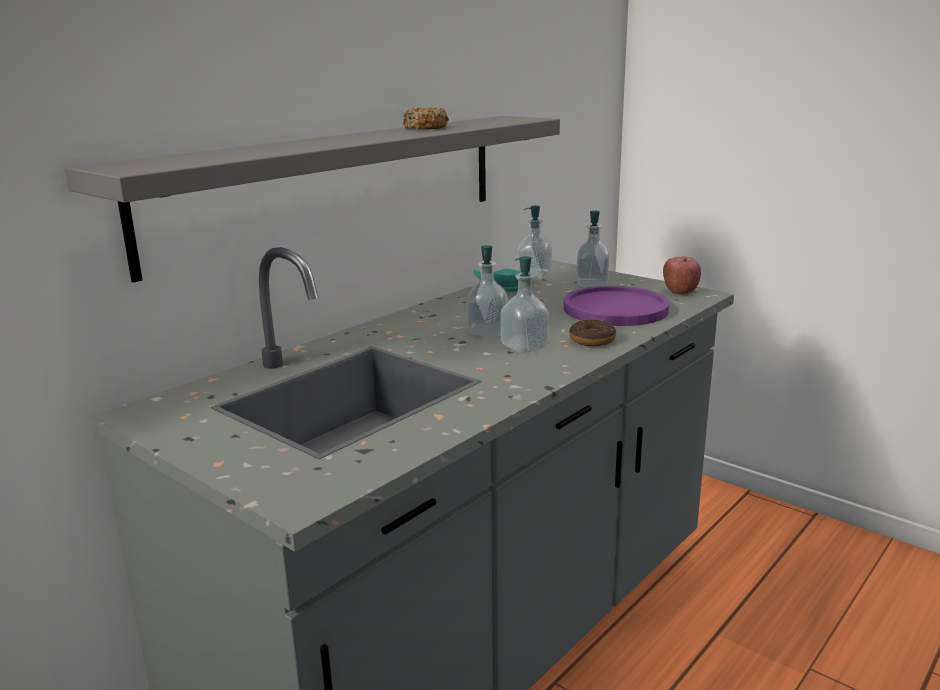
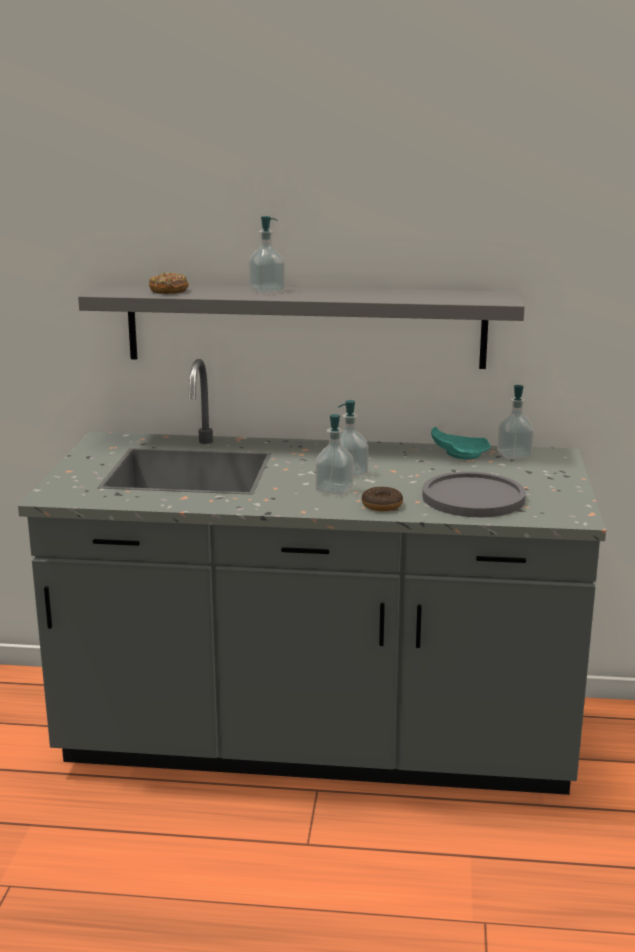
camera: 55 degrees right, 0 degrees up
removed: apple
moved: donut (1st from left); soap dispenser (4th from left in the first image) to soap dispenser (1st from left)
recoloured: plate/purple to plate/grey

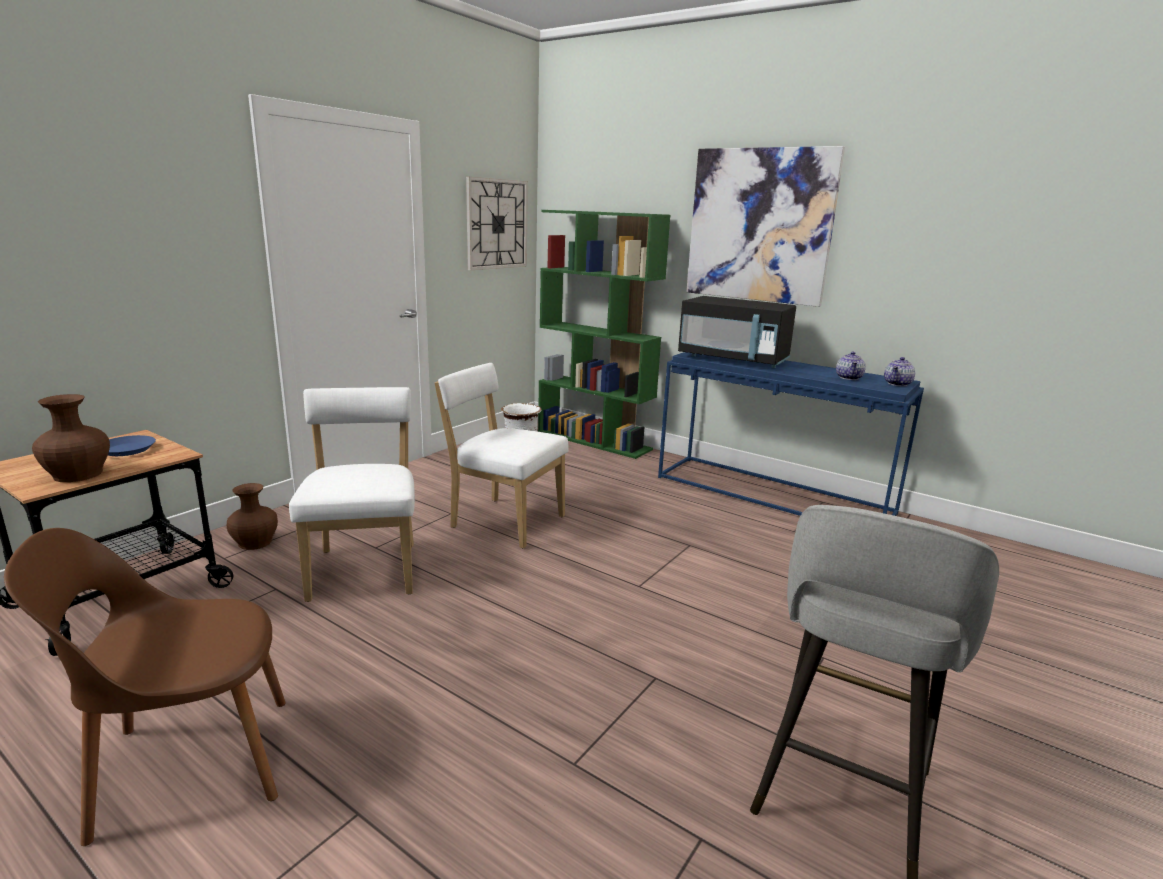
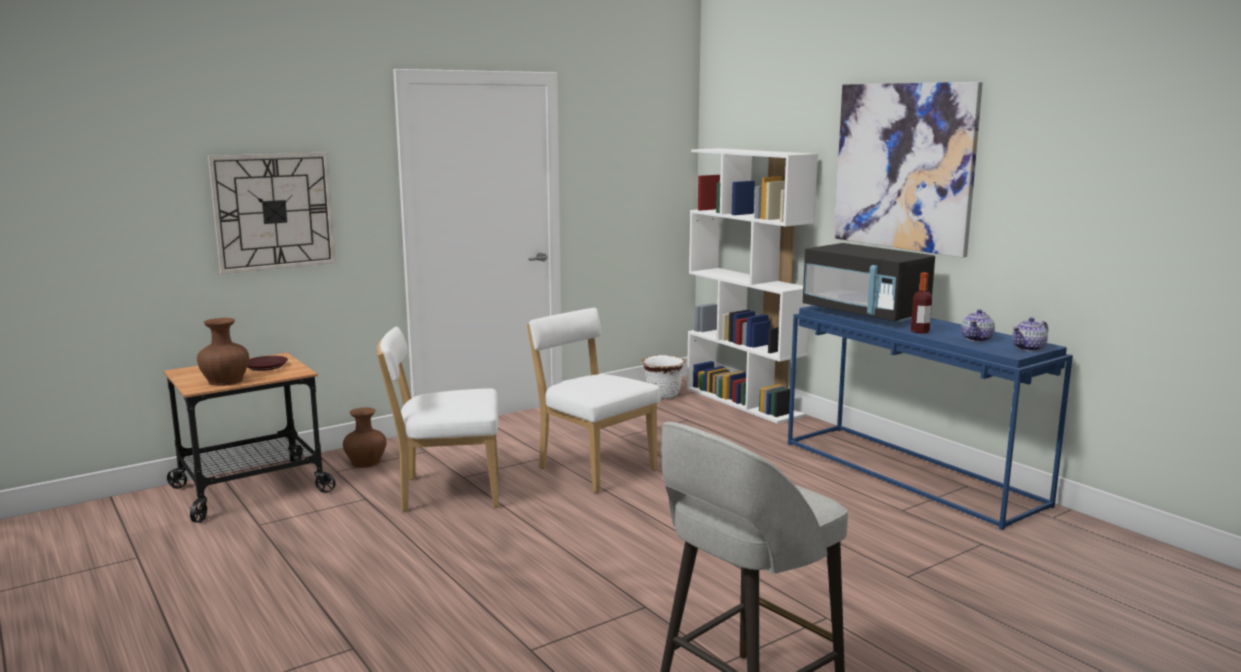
camera: 20 degrees right, 5 degrees down
removed: chair/brown
added: bottle
moved: wall clock
recoloured: plate/blue to plate/brown; bookcase/green to bookcase/white
turned: chair/white (1st from left) 105 degrees counterclockwise

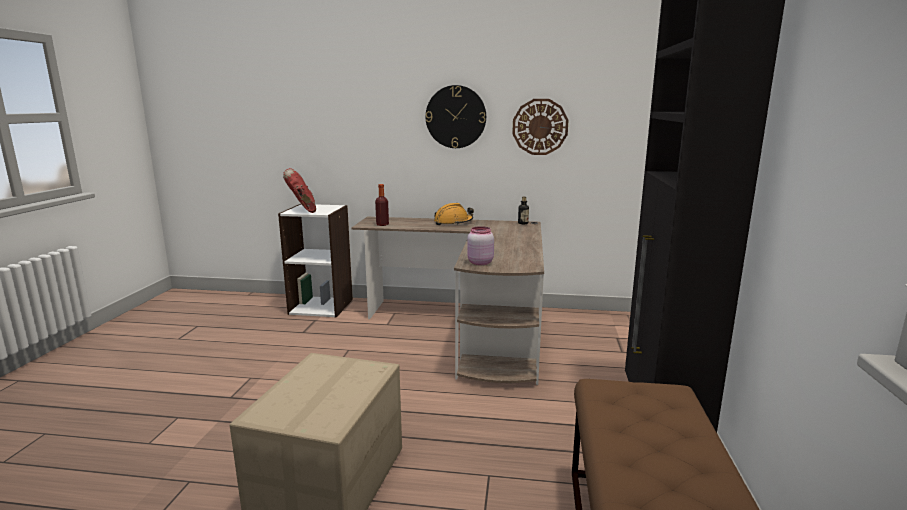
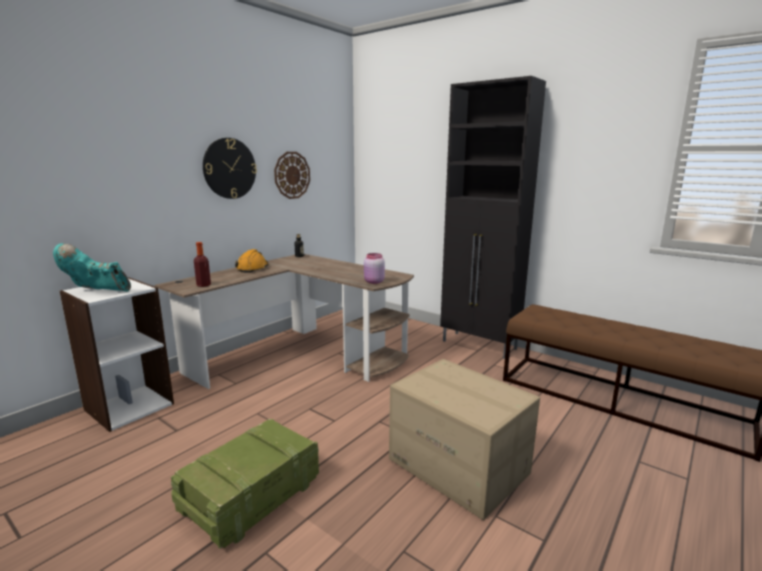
camera: 60 degrees left, 0 degrees up
added: crate
recoloured: boot/red to boot/turquoise

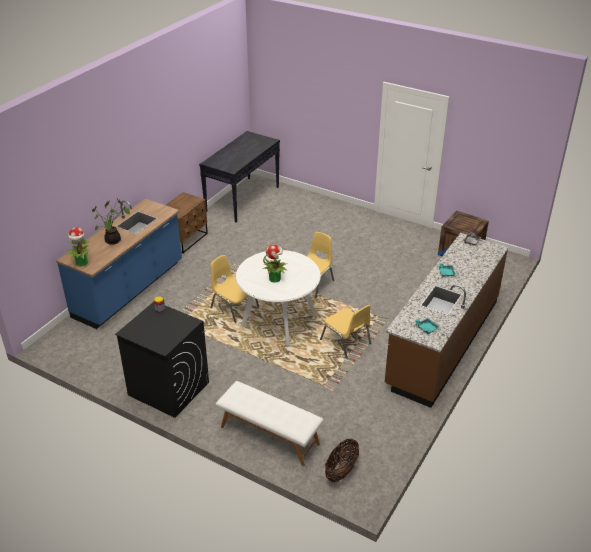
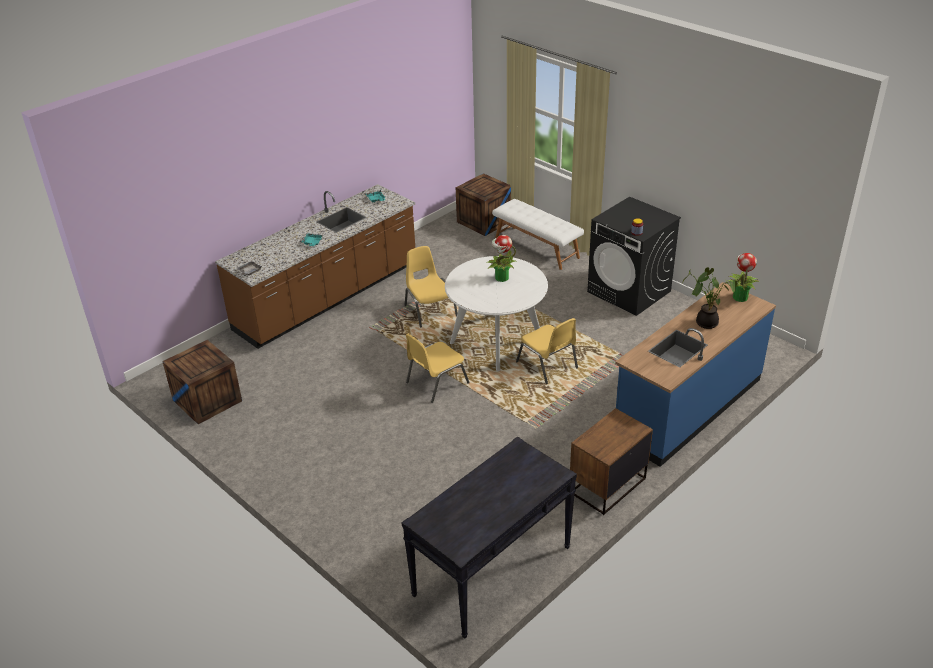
camera: 165 degrees left, 0 degrees up
replaced: basket to crate (2nd from left)

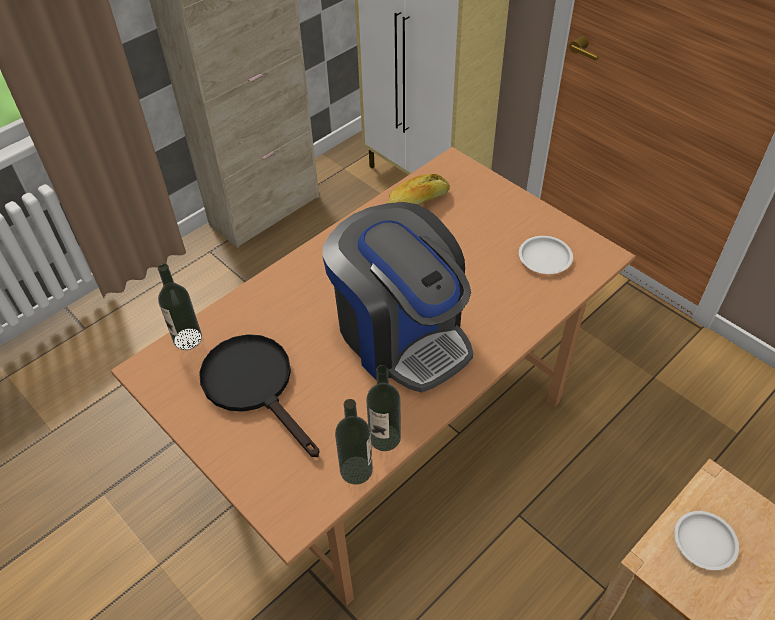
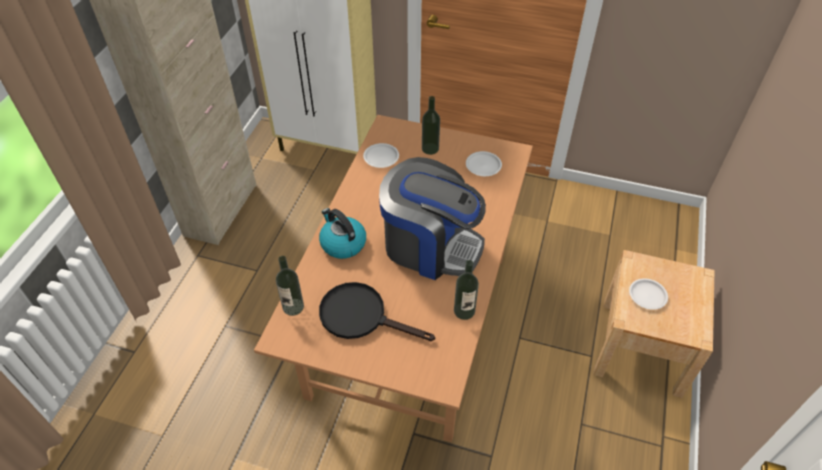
camera: 30 degrees left, 0 degrees up
added: kettle
moved: bottle (2nd from left)
replaced: bread to plate/white (1st from left)

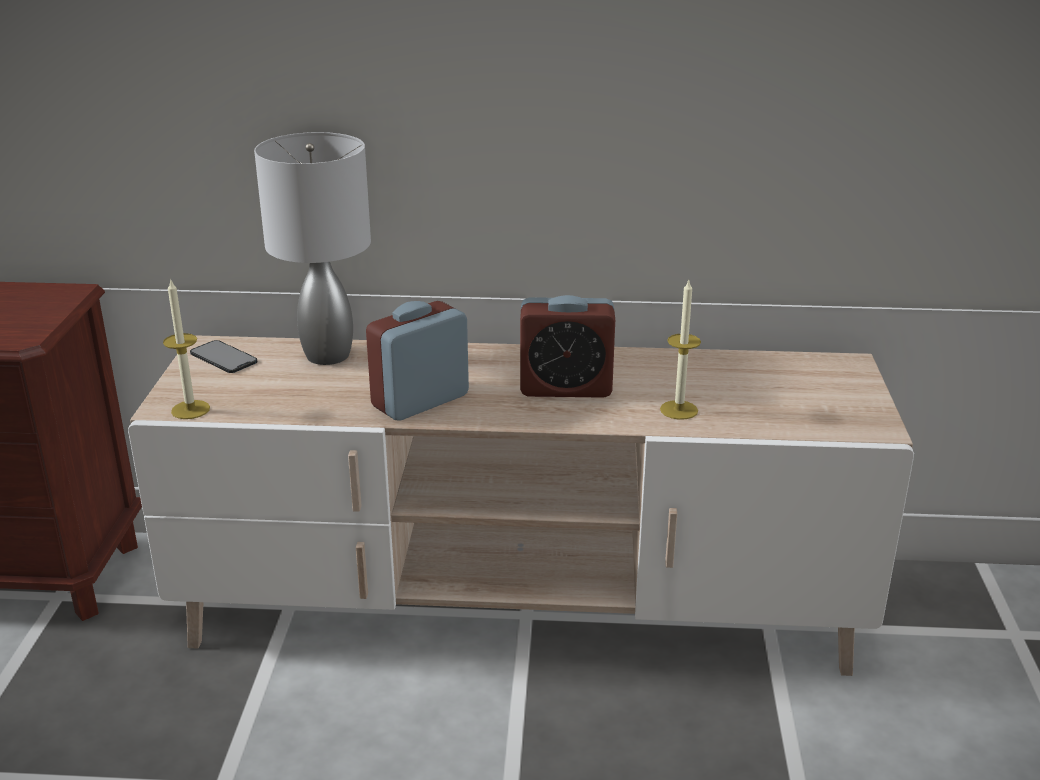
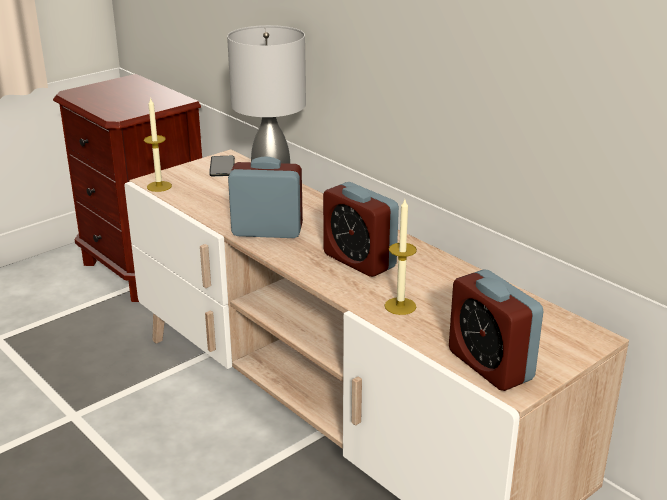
camera: 45 degrees right, 0 degrees up
added: alarm clock (3rd from left)

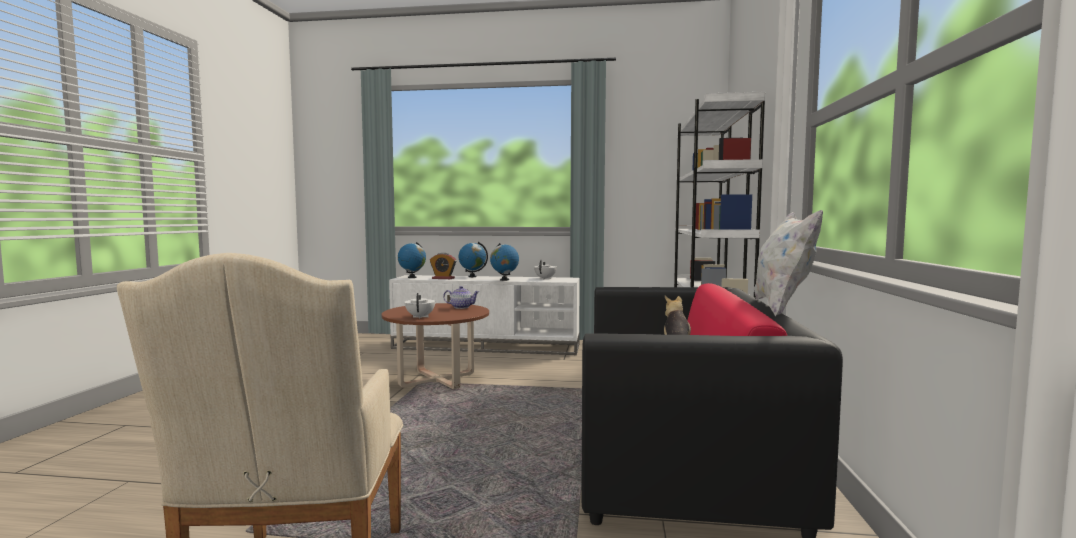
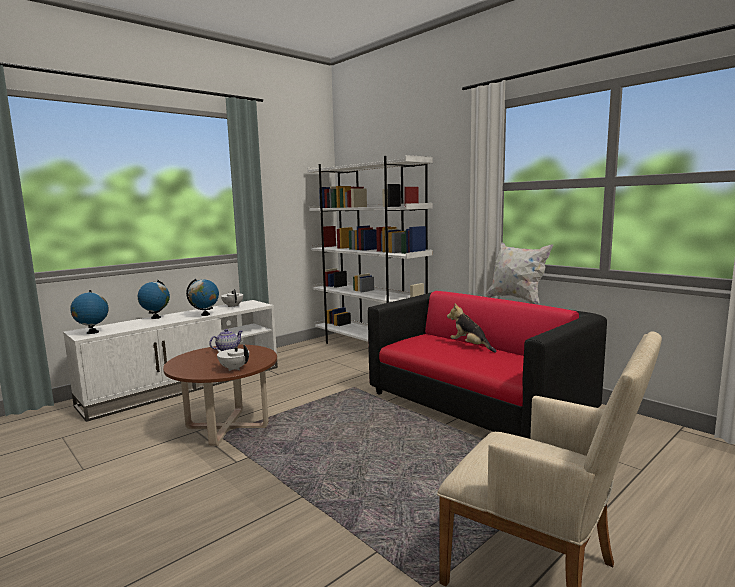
camera: 50 degrees left, 5 degrees up
removed: alarm clock

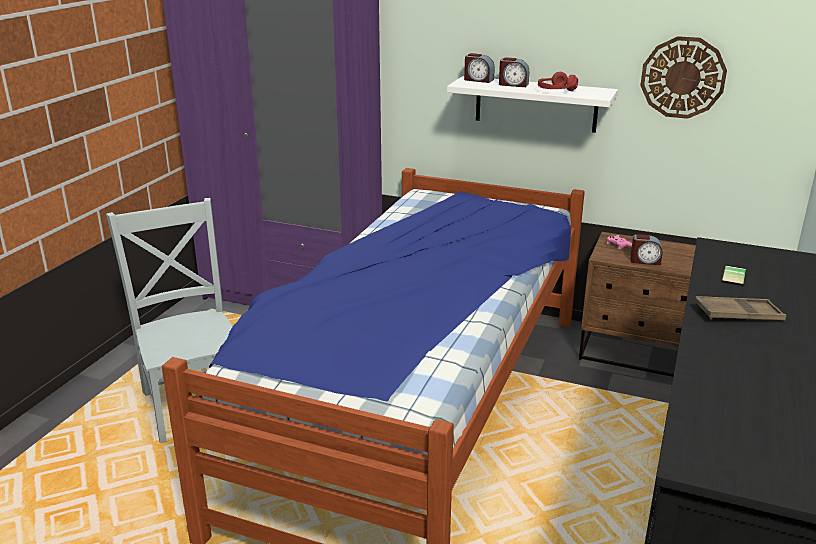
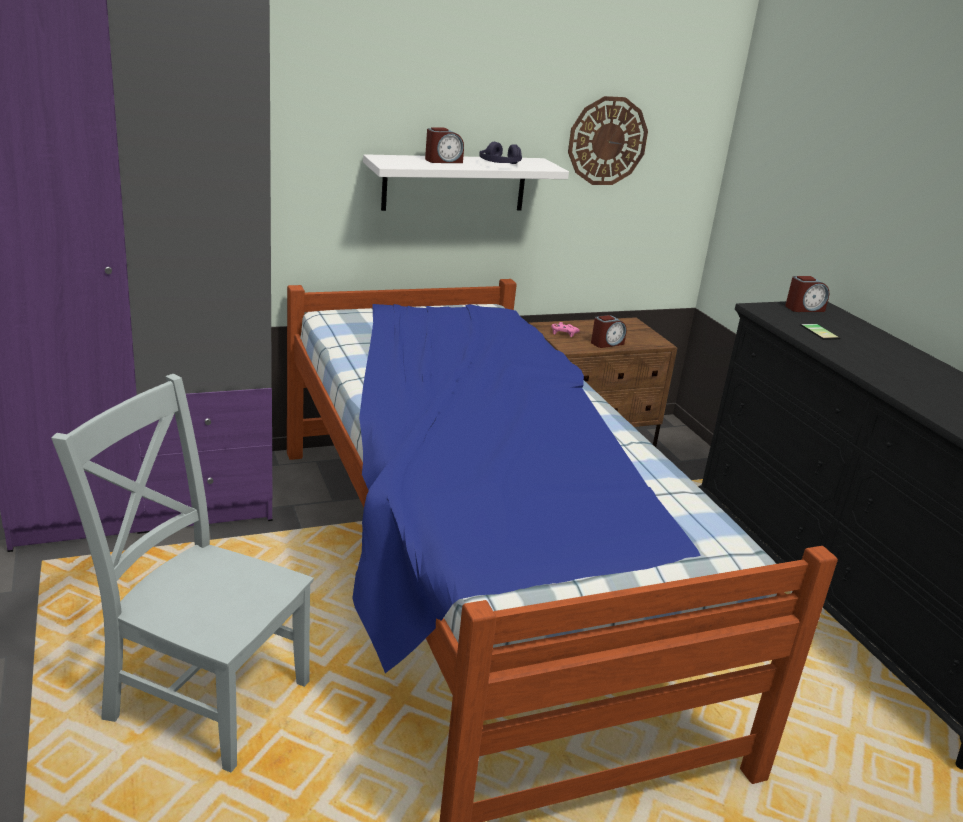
camera: 45 degrees left, 0 degrees up
removed: tray/brown
moved: alarm clock (1st from left in the first image) to alarm clock (3rd from left)
recoloured: headphones/red to headphones/purple

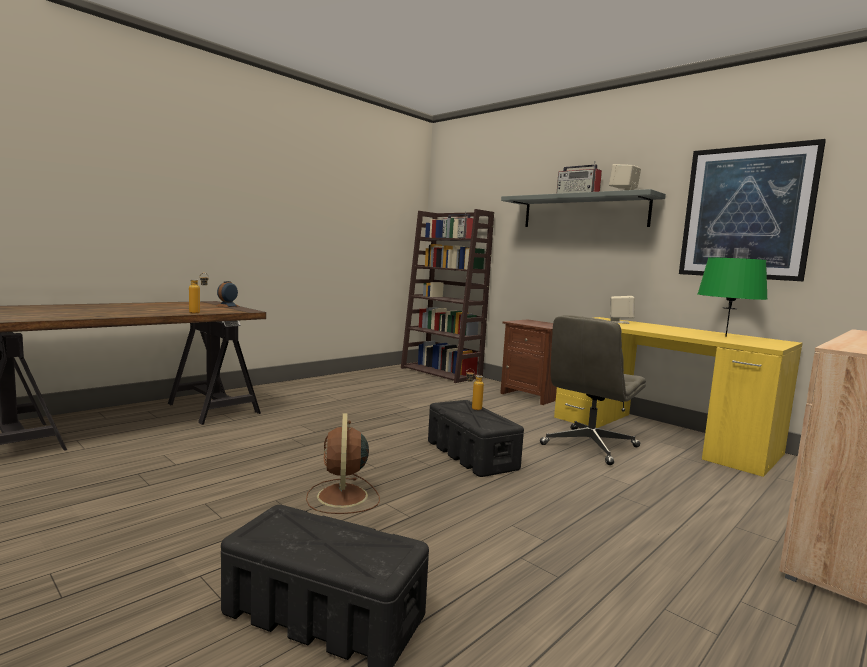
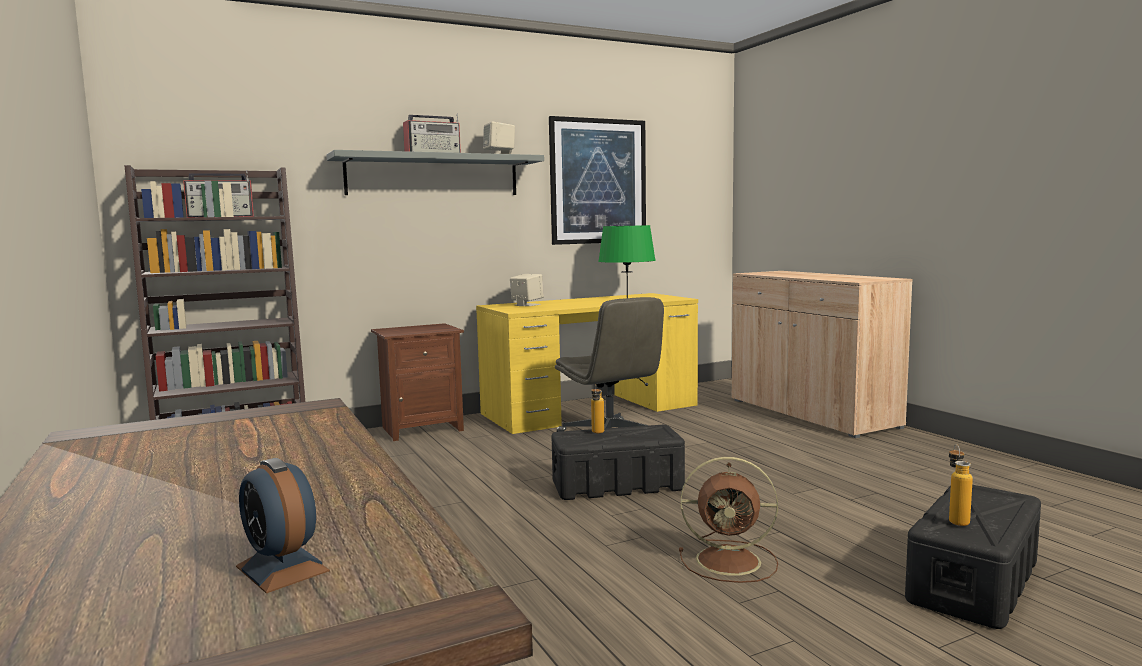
camera: 70 degrees left, 0 degrees up
moved: bottle (1st from left in the first image) to bottle (2nd from left); alarm clock

